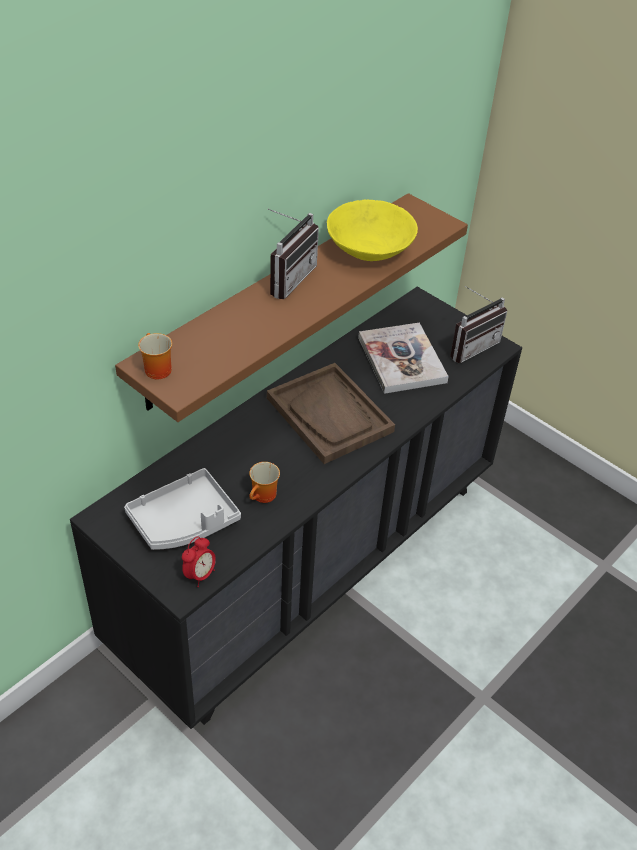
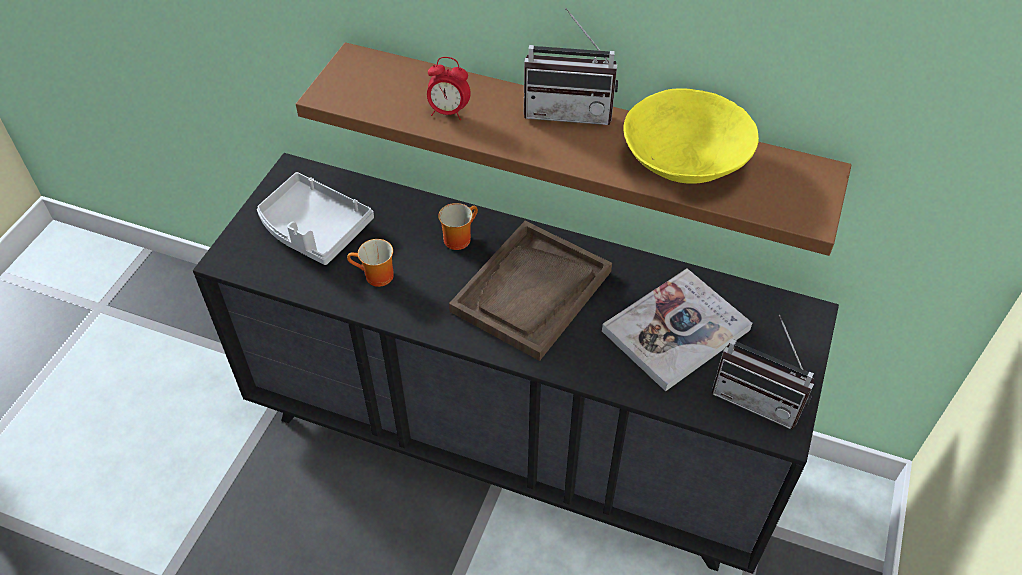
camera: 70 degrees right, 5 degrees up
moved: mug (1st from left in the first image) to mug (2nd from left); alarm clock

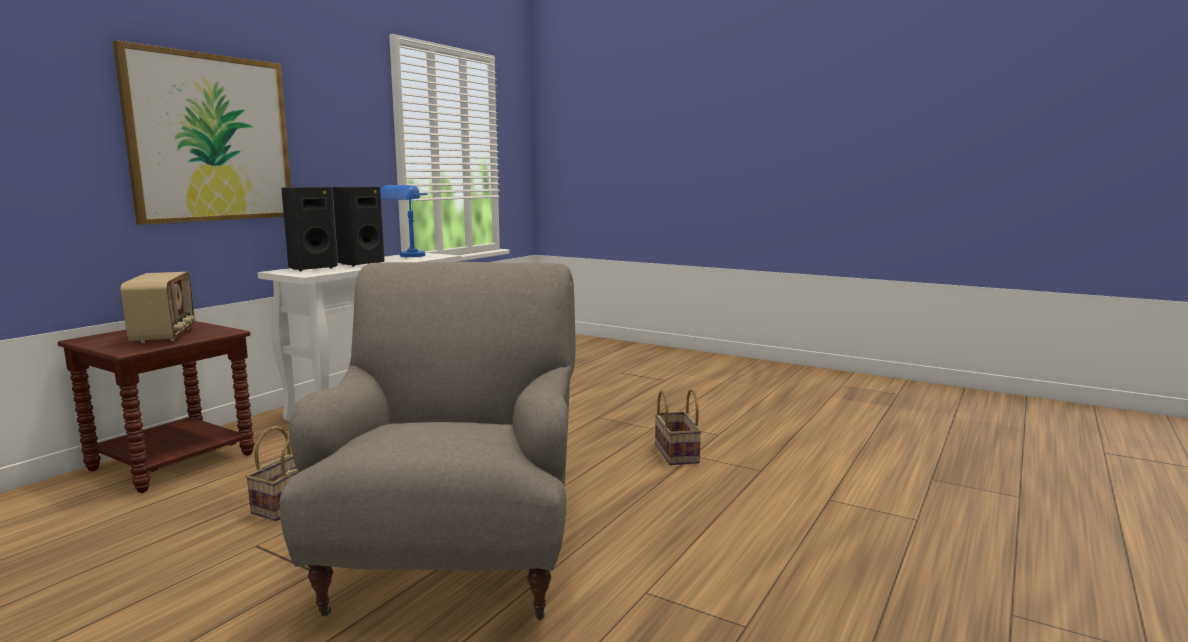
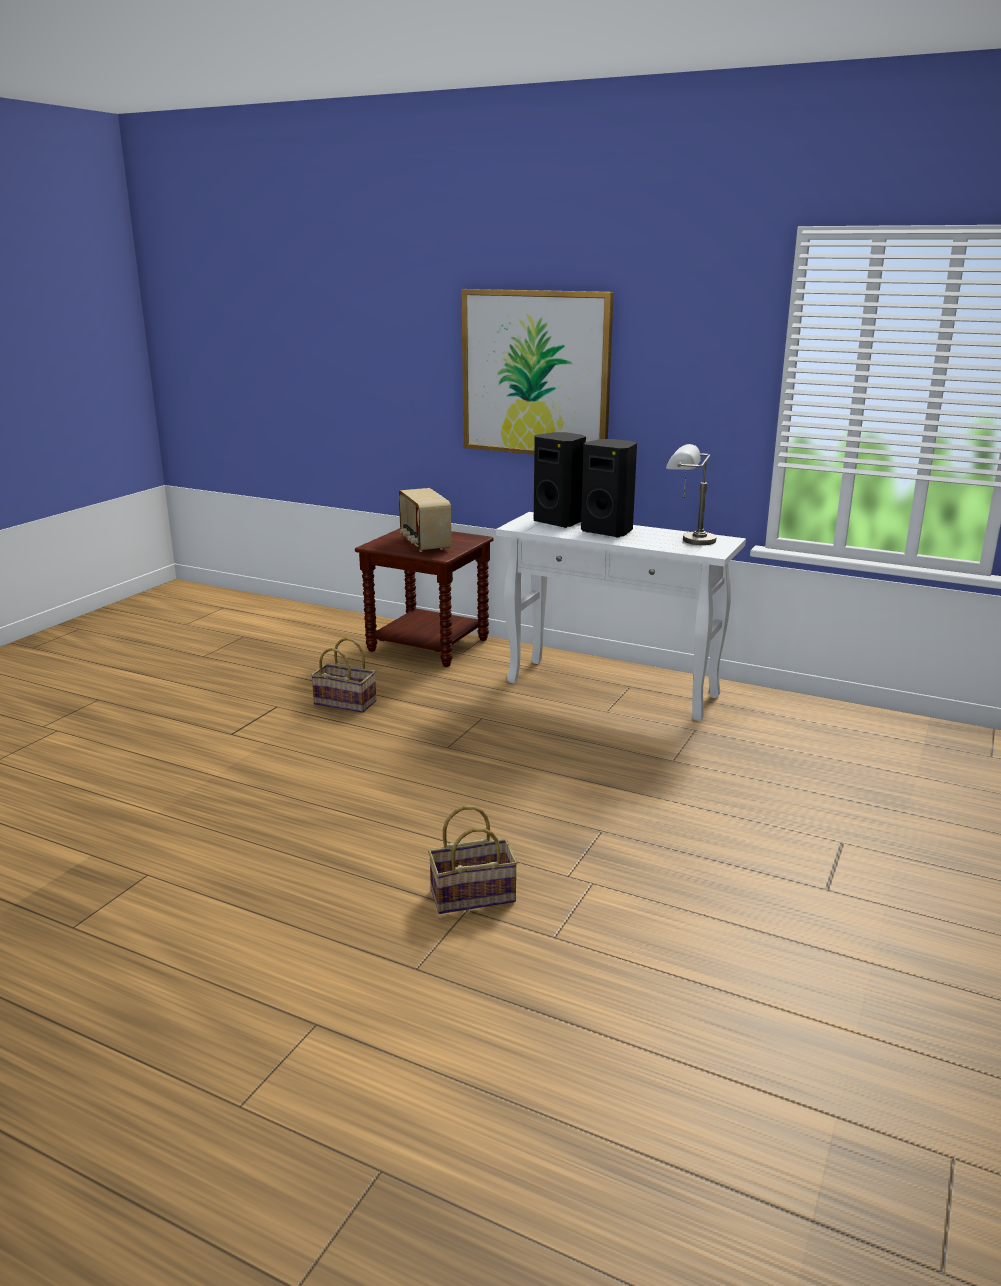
camera: 85 degrees right, 10 degrees up
removed: armchair/grey
recoloured: table lamp/blue to table lamp/grey
turned: radio 90 degrees clockwise

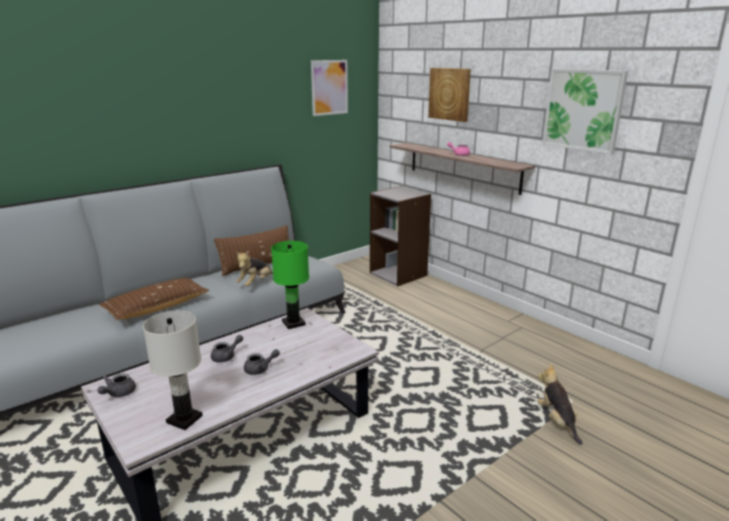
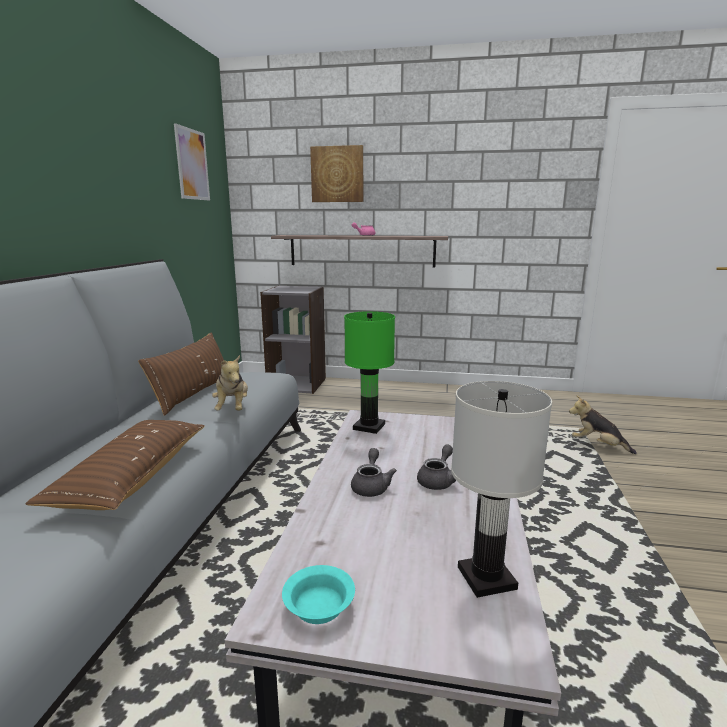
camera: 40 degrees left, 5 degrees down
removed: picture (3rd from left)
replaced: teapot/grey (1st from left) to bowl/turquoise

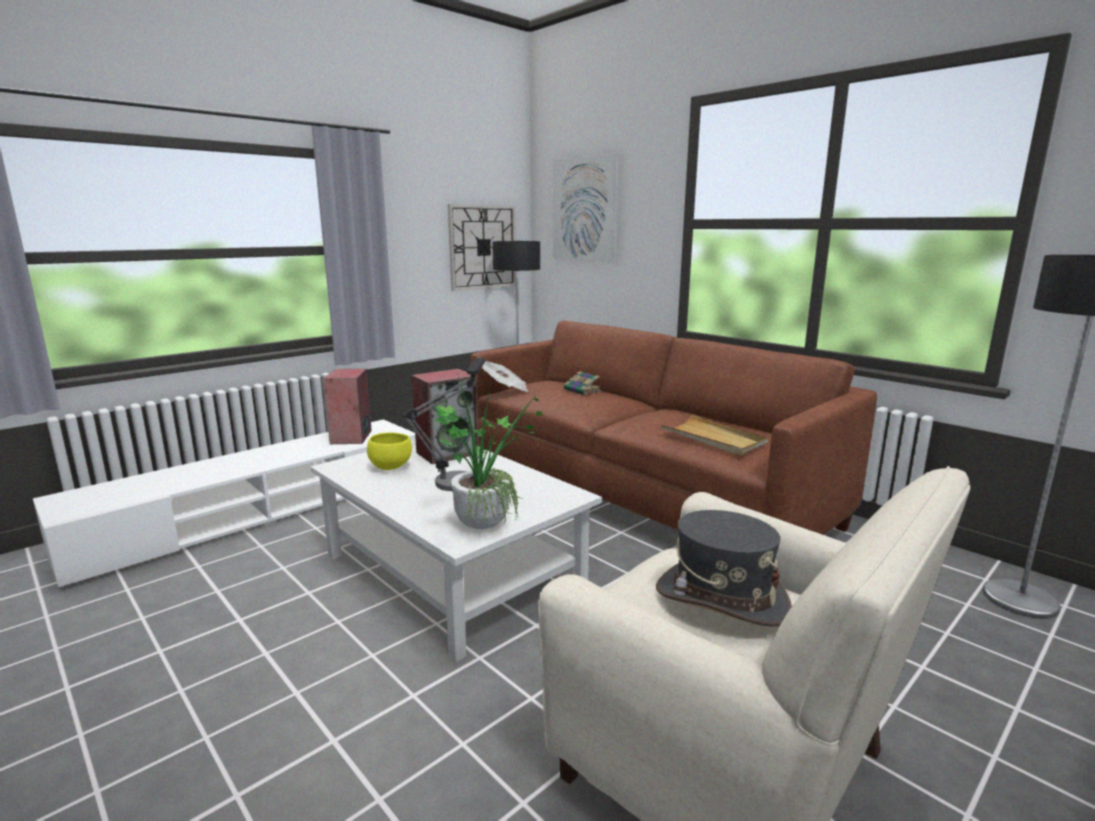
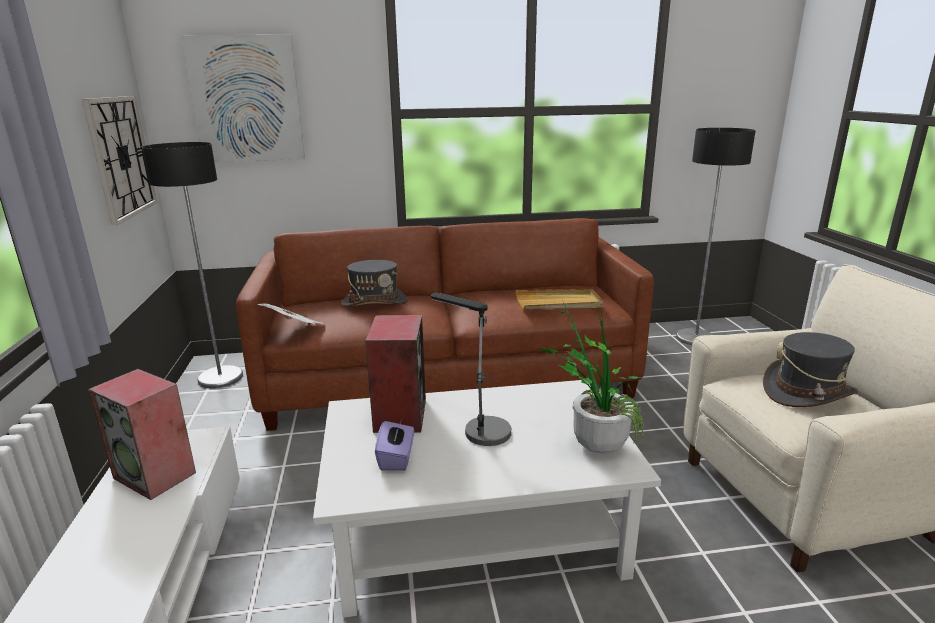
camera: 55 degrees left, 5 degrees up
replaced: bowl/yellow to tissue box/purple; book to hat/grey (1st from left)

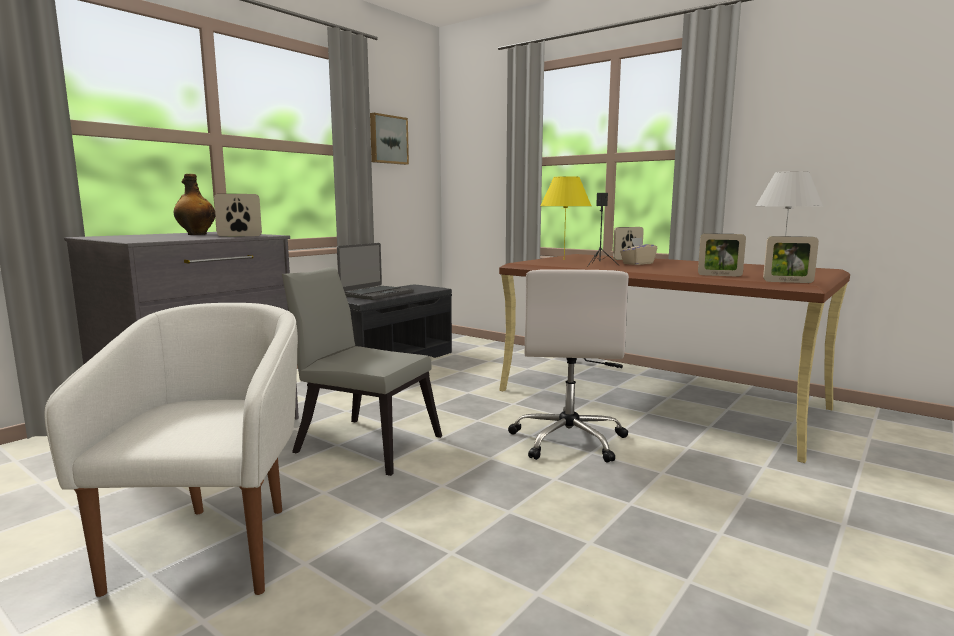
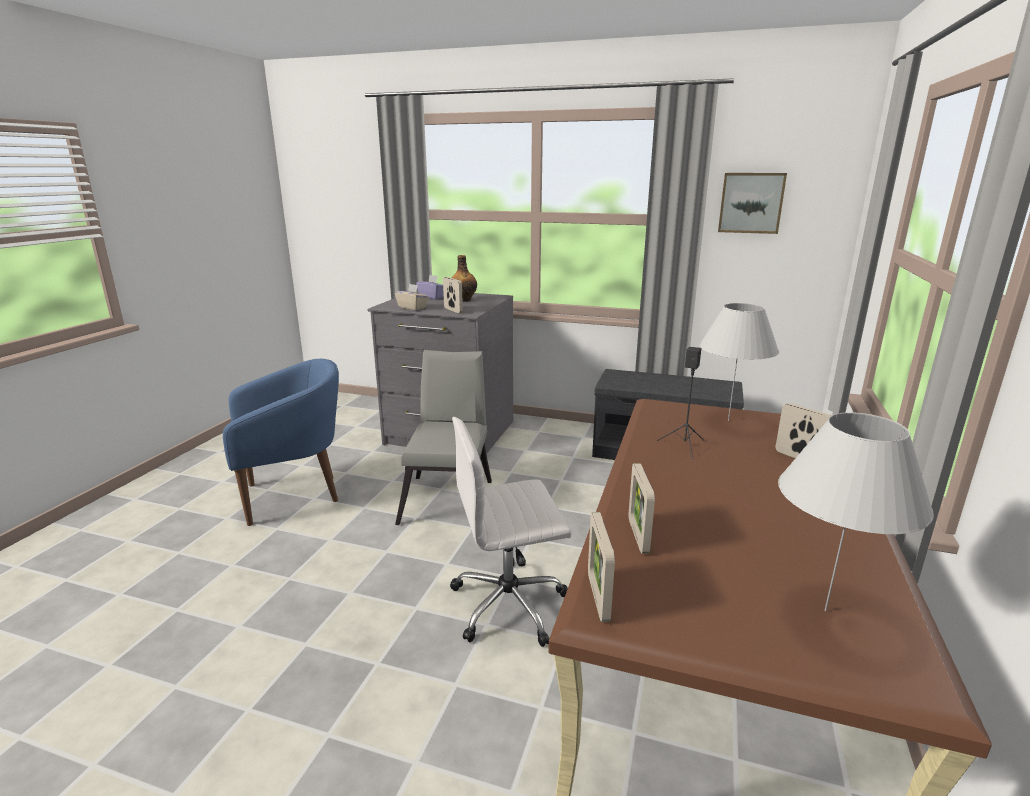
camera: 70 degrees right, 10 degrees up
removed: laptop
added: tissue box/purple
moved: tissue box/beige
recoloured: armchair/white to armchair/blue; table lamp/yellow to table lamp/white (1st from left)

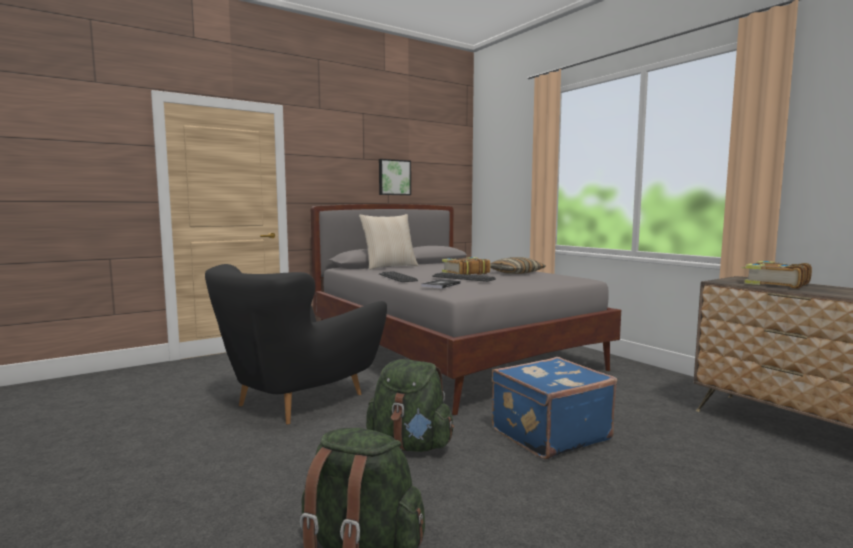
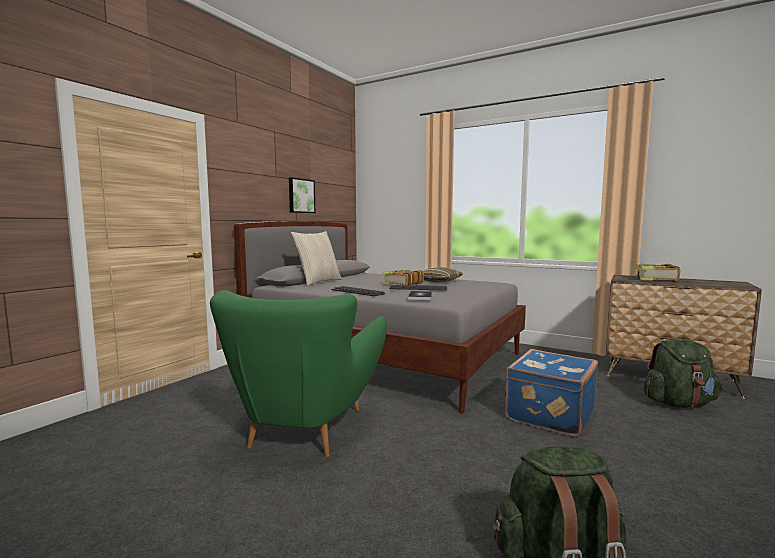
camera: 25 degrees left, 0 degrees up
moved: backpack/green (2nd from left)
recoloured: armchair/black to armchair/green

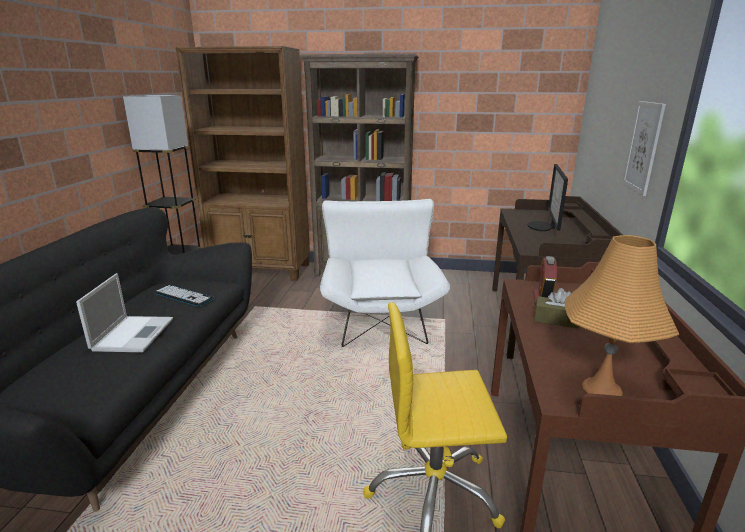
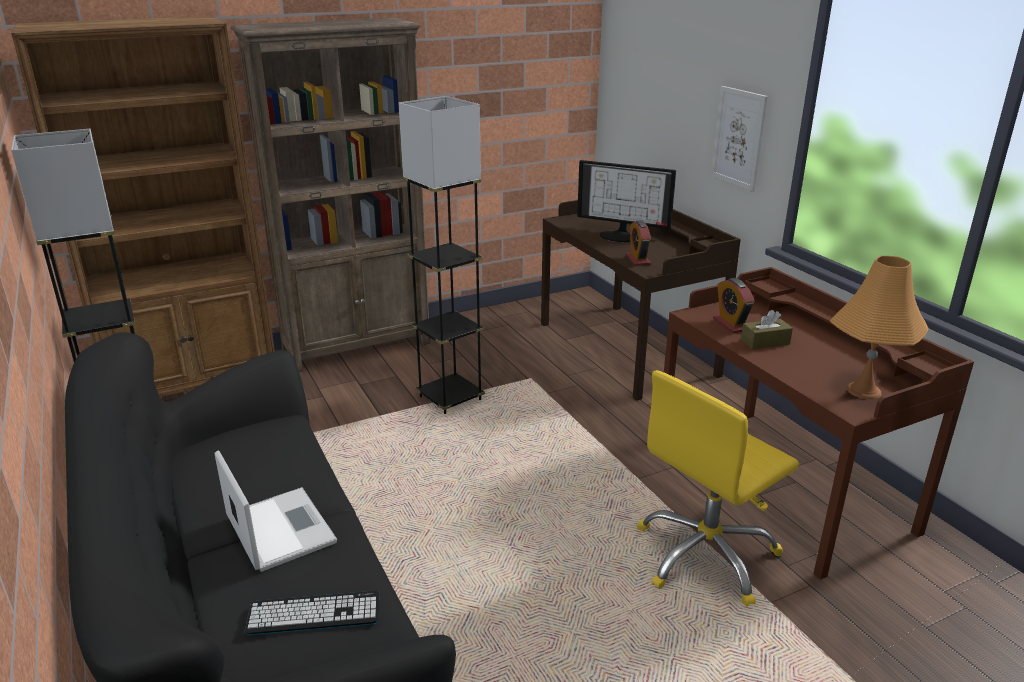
camera: 35 degrees left, 5 degrees up
added: alarm clock (1st from left)
moved: keyboard
replaced: armchair/white to floor lamp/grey (2nd from left)
turned: monitor 45 degrees counterclockwise

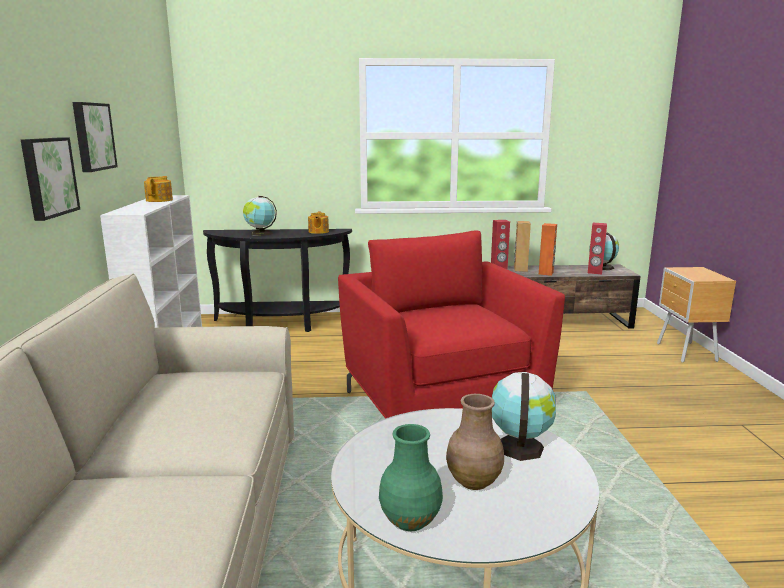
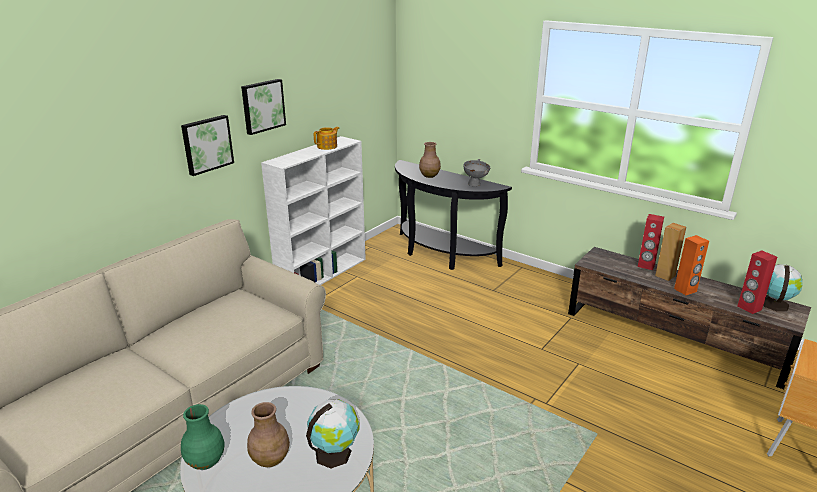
camera: 40 degrees right, 10 degrees up
removed: armchair/red
replaced: globe (1st from left) to vase/brown (2nd from left); teapot (2nd from left) to bowl/grey

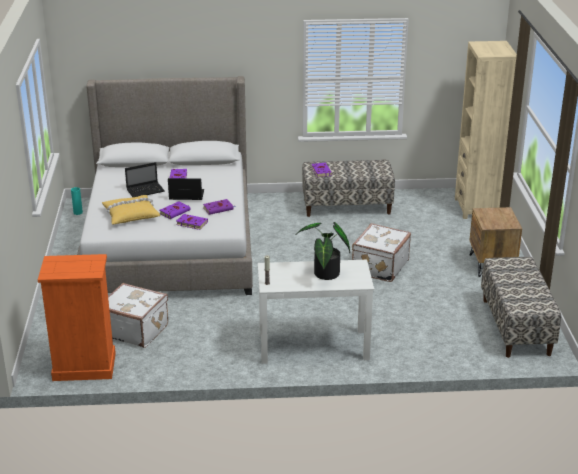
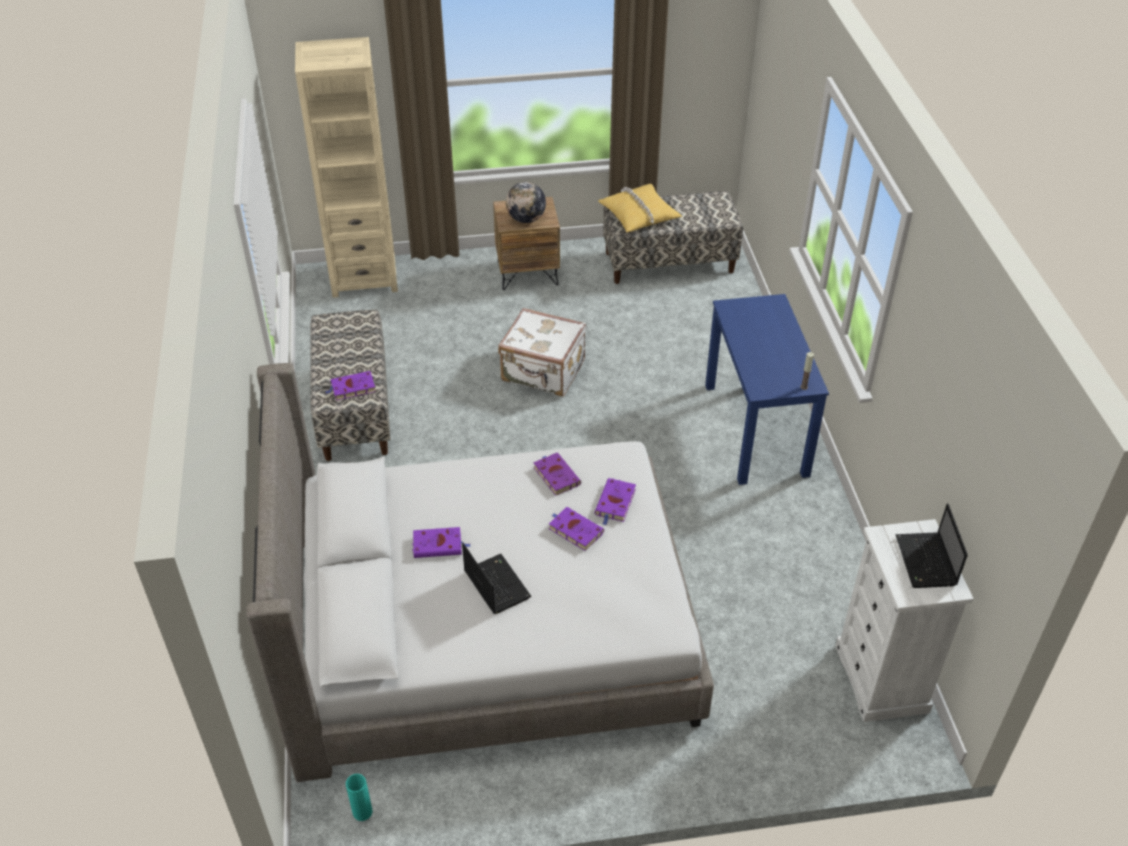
camera: 95 degrees left, 15 degrees up
removed: suitcase/white (1st from left); potted plant
added: globe
moved: pillow/yellow; laptop (2nd from left)
recoloured: dresser/orange to dresser/white; desk/white to desk/blue

